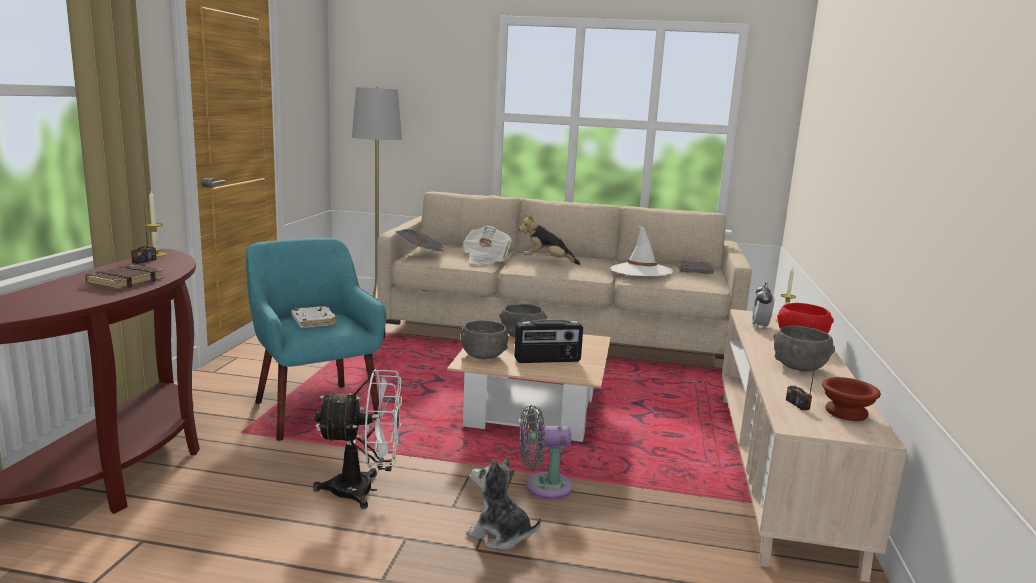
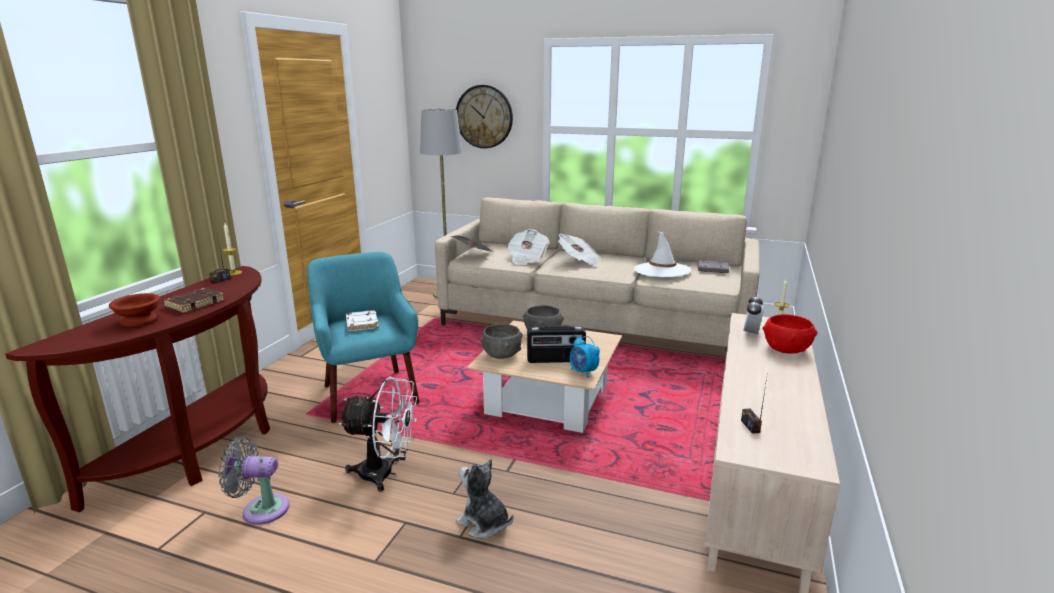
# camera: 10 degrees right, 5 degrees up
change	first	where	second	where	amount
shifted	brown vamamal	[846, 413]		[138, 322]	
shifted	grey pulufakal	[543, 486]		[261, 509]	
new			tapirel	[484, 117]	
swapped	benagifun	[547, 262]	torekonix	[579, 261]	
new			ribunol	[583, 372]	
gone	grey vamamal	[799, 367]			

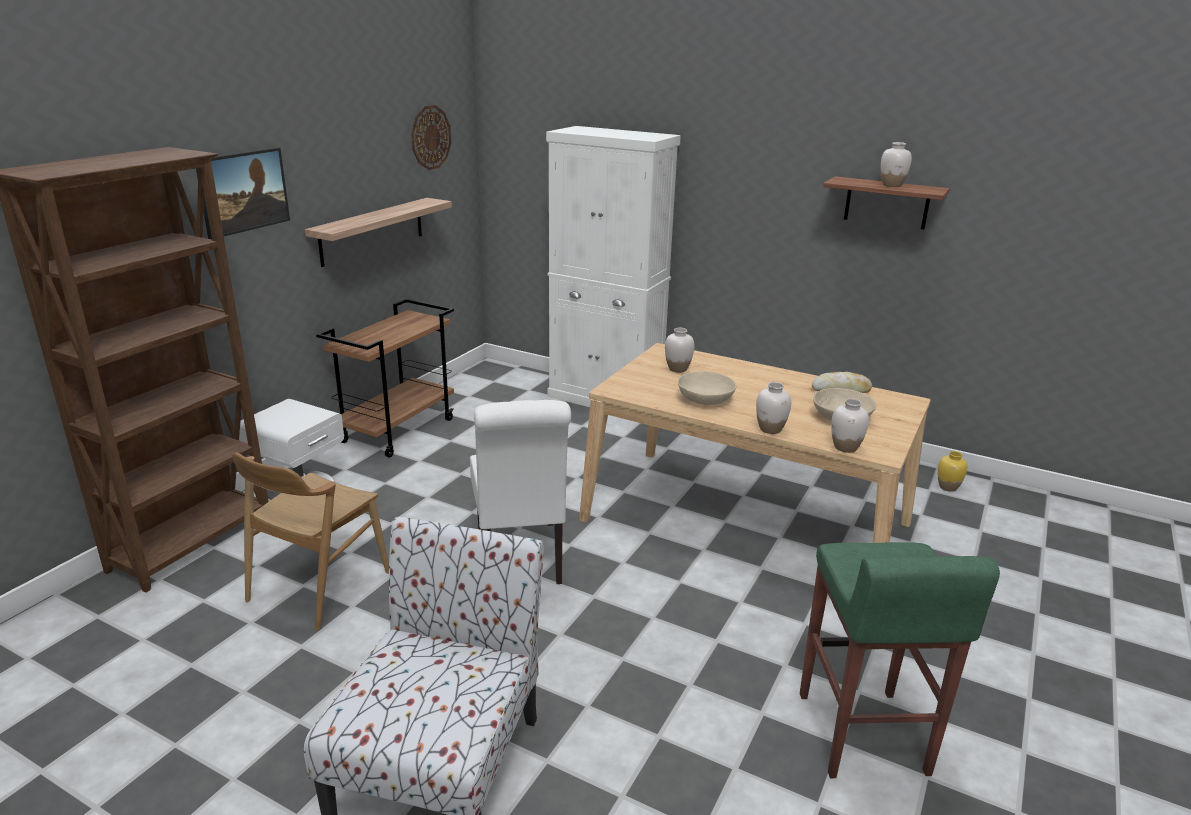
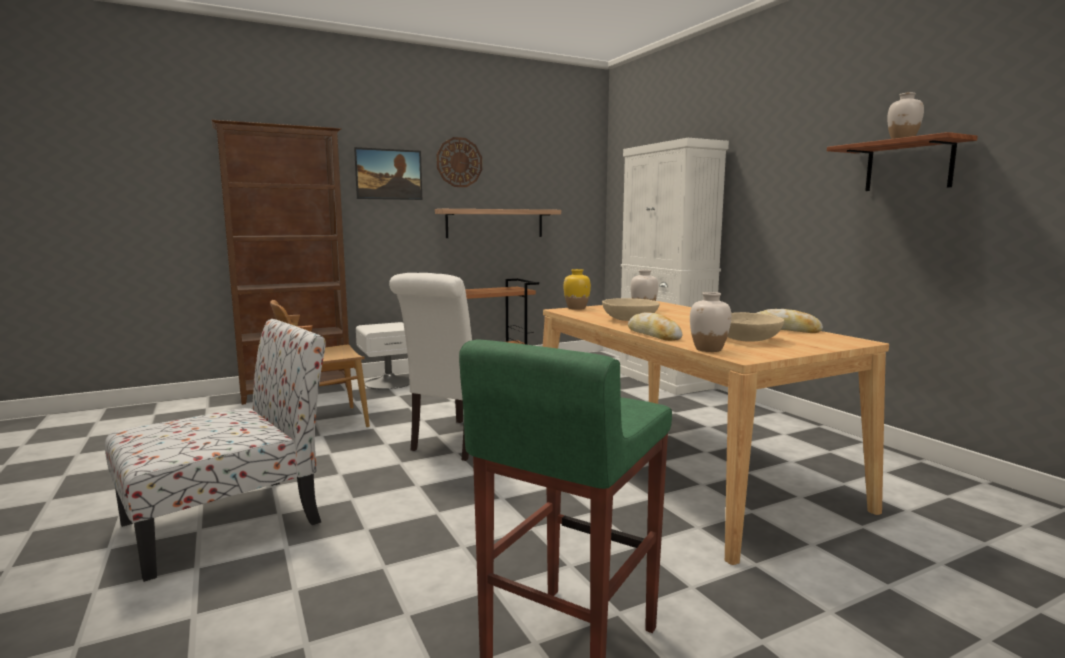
# camera: 35 degrees right, 15 degrees down
change	first	where	second	where	amount
shifted	tapirel	[430, 137]		[459, 162]	
shifted	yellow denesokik	[948, 487]		[576, 308]	
swapped	white denesokik	[770, 429]	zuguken	[654, 335]	

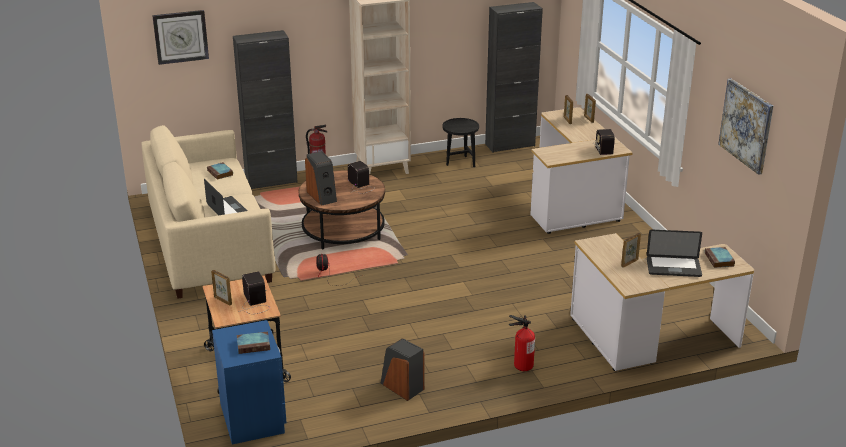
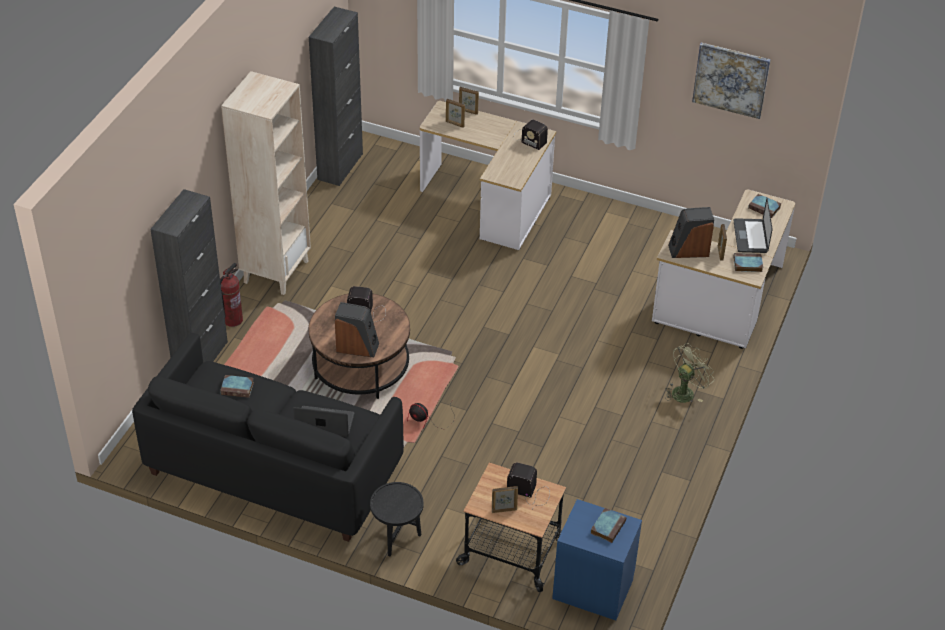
# camera: 50 degrees left, 15 degrees up
change	first	where	second	where	amount
repainted	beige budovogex	[209, 244]	black budovogex	[273, 468]	
shifted	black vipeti	[460, 163]		[397, 540]	
swapped	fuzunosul	[522, 366]	green pulufakal	[685, 391]	
shifted	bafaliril	[402, 387]		[688, 250]	
rotated	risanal	[673, 267]		[750, 236]	135 degrees clockwise
new			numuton	[747, 264]	
gone	tapirel	[180, 36]			

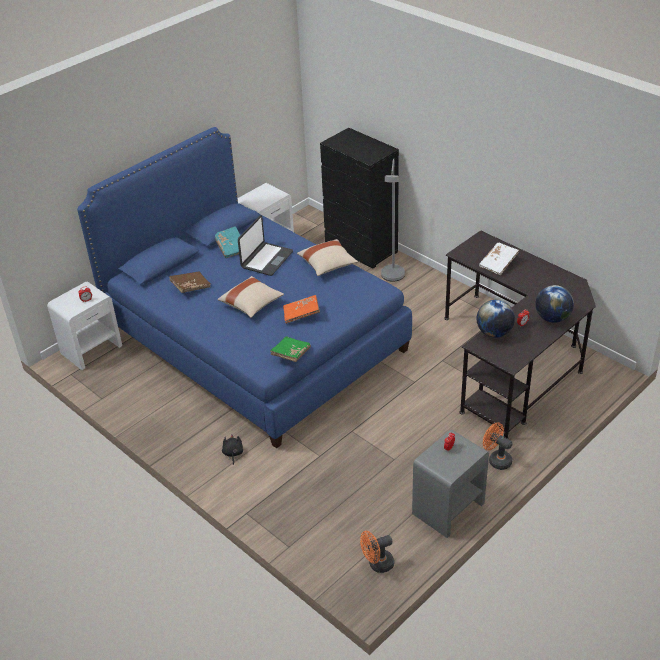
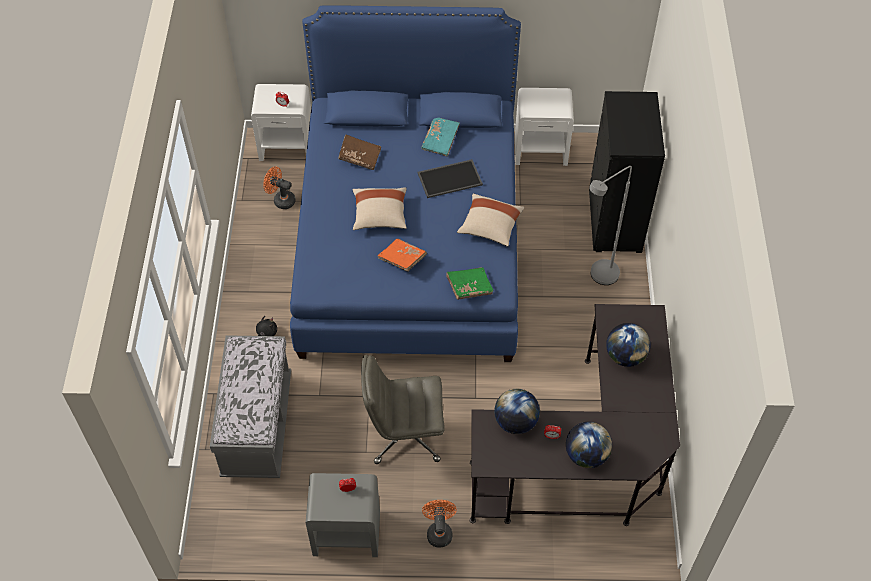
# camera: 45 degrees right, 15 degrees up
change	first	where	second	where	amount
new			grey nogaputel	[257, 426]	
shifted	orange pulufakal	[377, 564]		[281, 200]	
new			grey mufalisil	[405, 435]	
swapped	risanal	[266, 259]	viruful	[450, 178]	
shifted	green numuton	[290, 354]		[469, 287]	
swapped	white numuton	[498, 264]	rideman	[625, 356]	

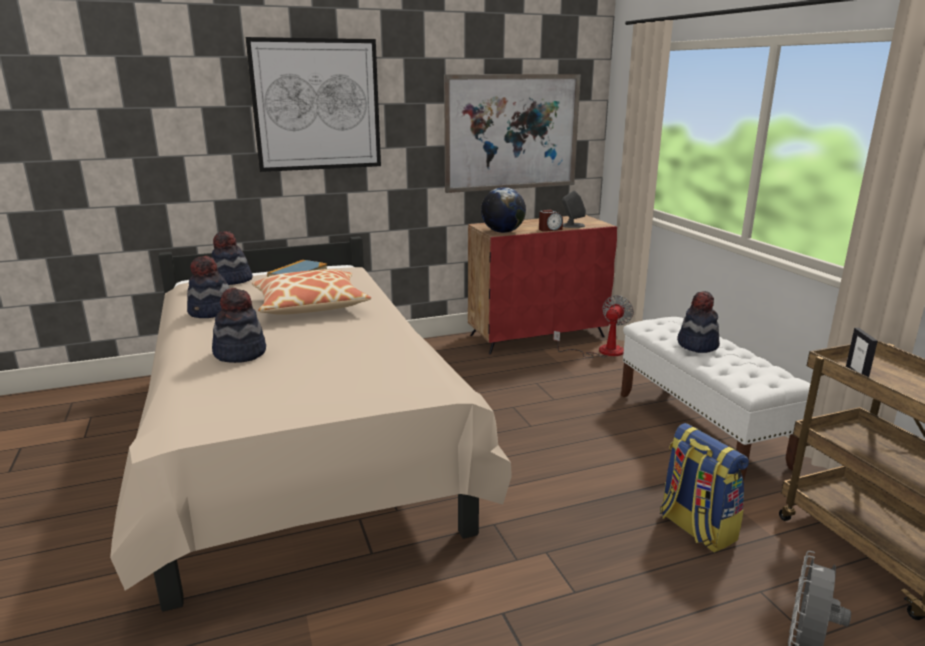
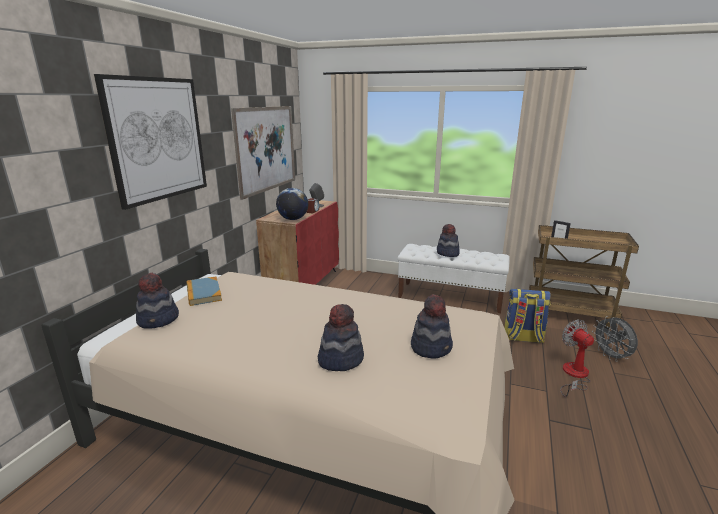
# camera: 50 degrees left, 0 degrees up
change	first	where	second	where	amount
shifted	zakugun	[212, 312]		[431, 347]	
shifted	pulufakal	[601, 351]		[574, 375]	
gone	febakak	[310, 305]			

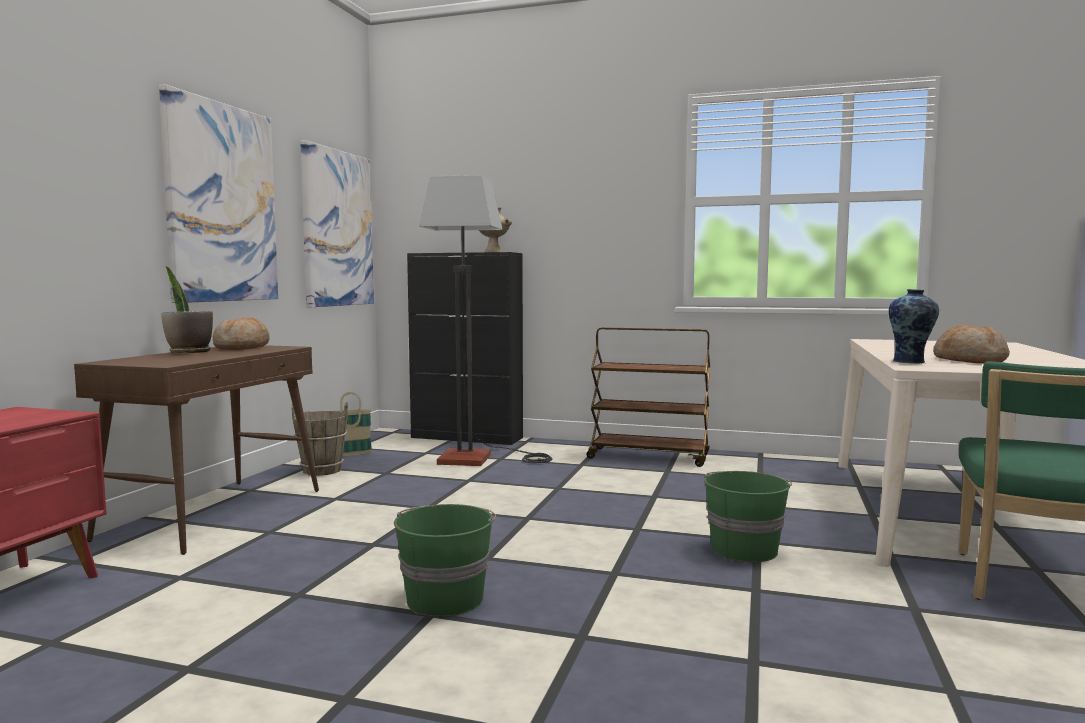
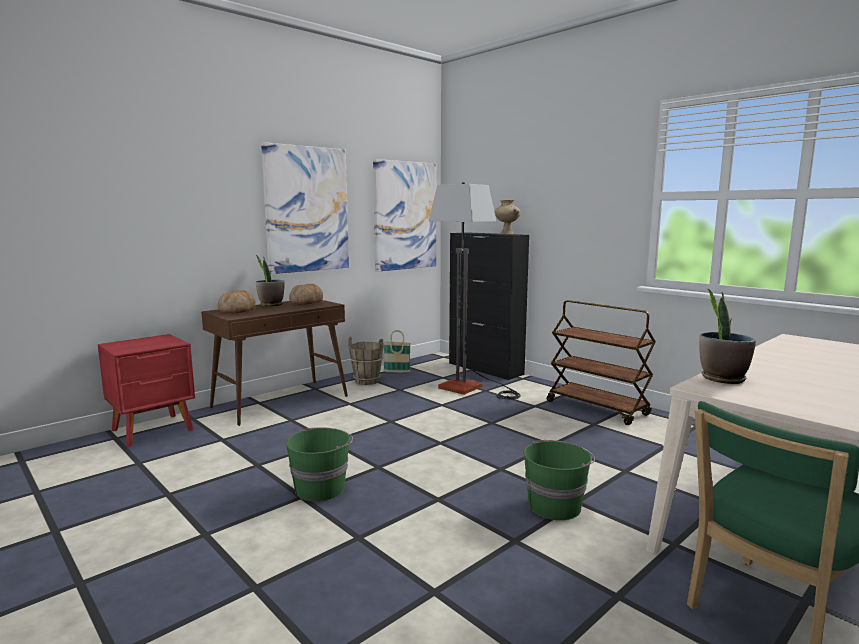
# camera: 30 degrees right, 5 degrees up
change	first	where	second	where	amount
shifted	zuguken	[969, 360]		[237, 310]	
swapped	denesokik	[910, 362]	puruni	[722, 379]	

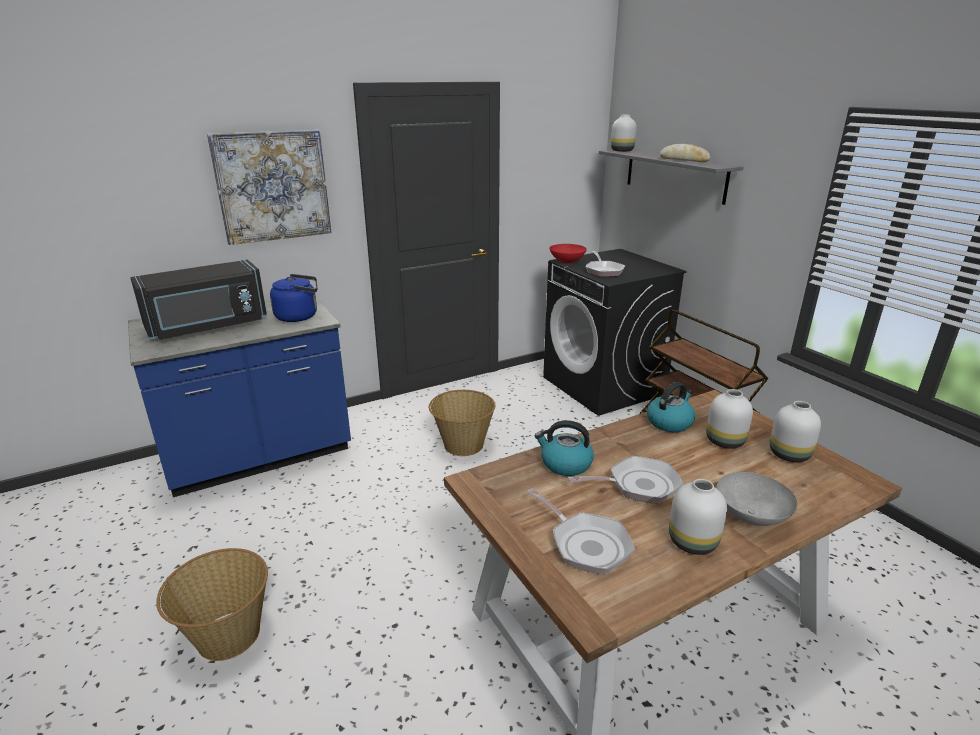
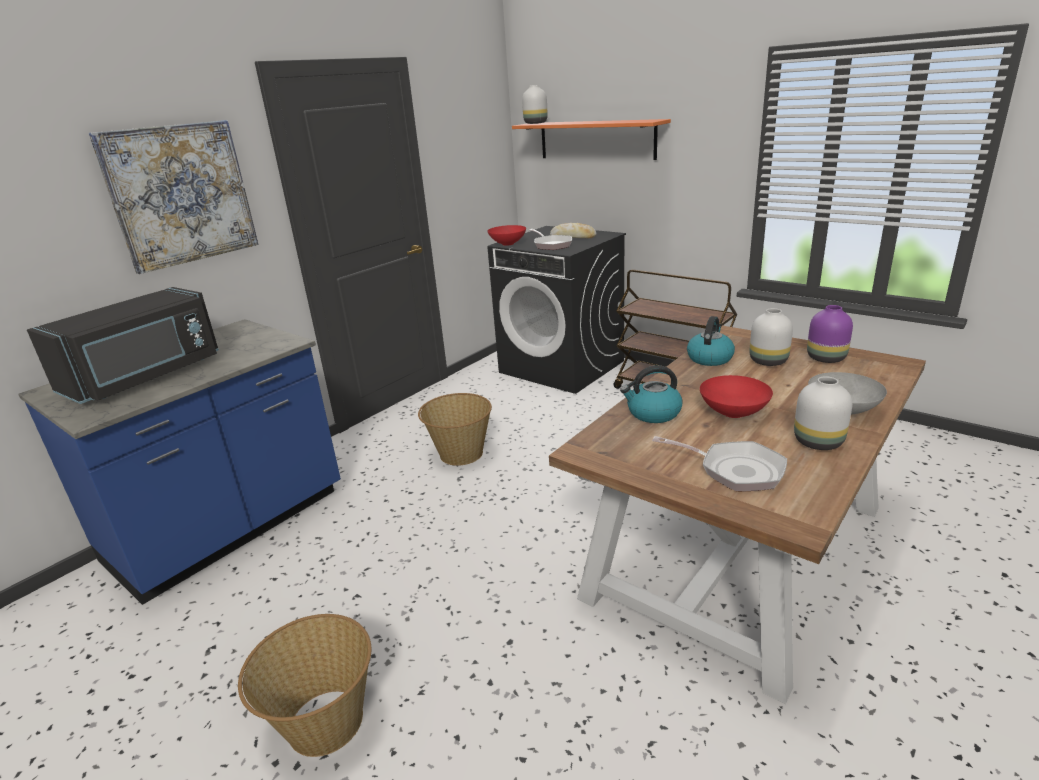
# camera: 20 degrees left, 0 degrees up
change	first	where	second	where	amount
repainted	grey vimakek	[674, 175]	orange vimakek	[596, 140]	
shifted	zuguken	[684, 160]		[573, 237]	
swapped	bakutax	[638, 485]	red vamamal	[732, 412]	
repainted	white denesokik	[789, 454]	purple denesokik	[825, 358]	
gone	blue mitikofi	[299, 316]			

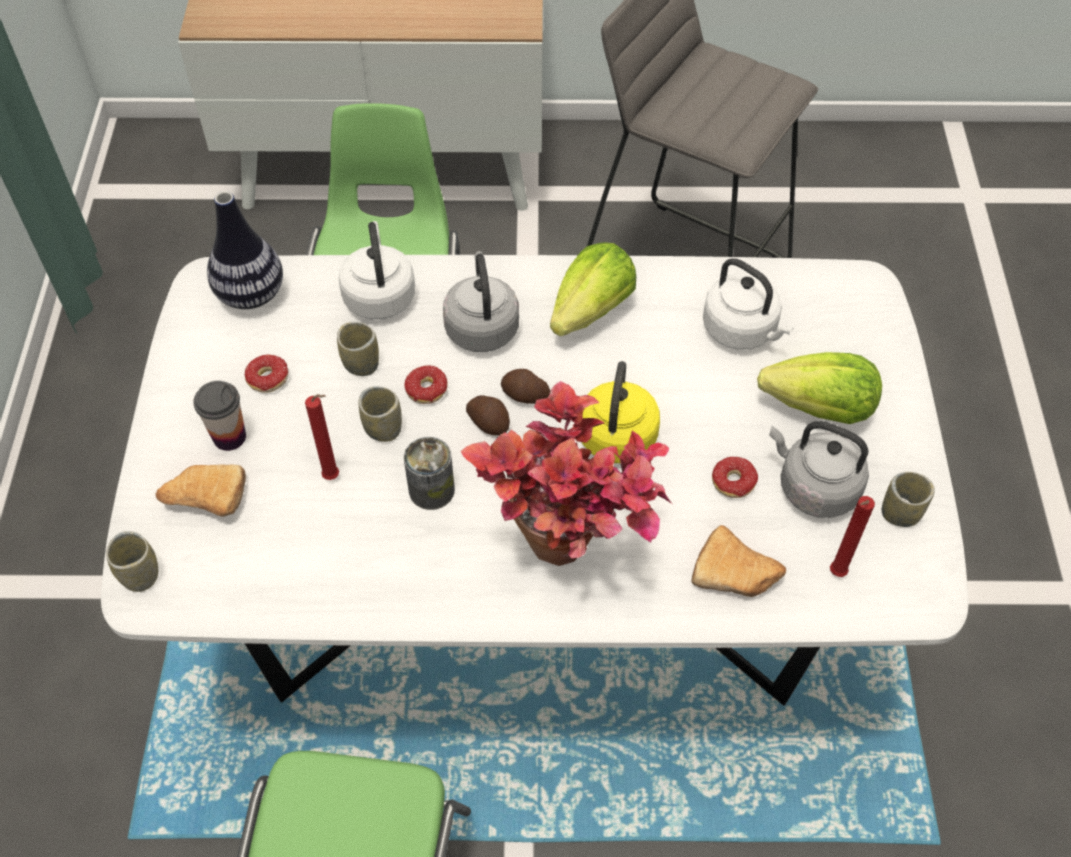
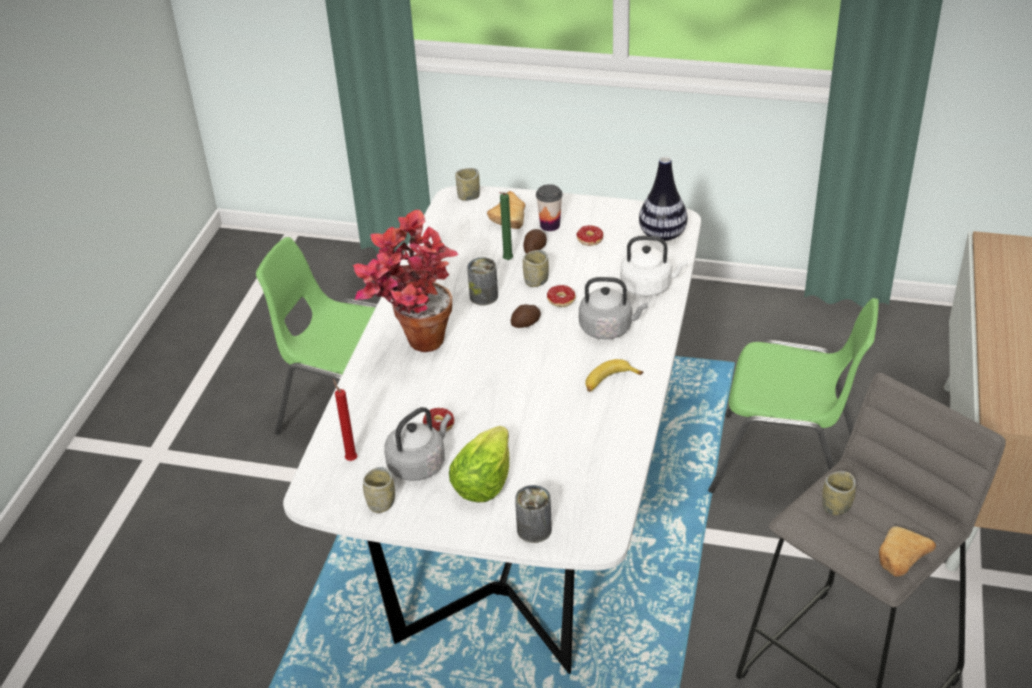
# camera: 105 degrees right, 15 degrees down
change	first	where	second	where	amount
repainted	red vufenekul	[334, 477]	green vufenekul	[507, 261]	
new			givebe	[534, 529]	
shifted	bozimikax	[524, 396]		[534, 249]	
swapped	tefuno	[592, 311]	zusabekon	[609, 381]	
shifted	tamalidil	[361, 364]		[836, 506]	
shifted	zuguken	[737, 576]		[899, 562]	
gone	yellow mitikofi	[616, 442]			
gone	white mitikofi	[742, 331]			

